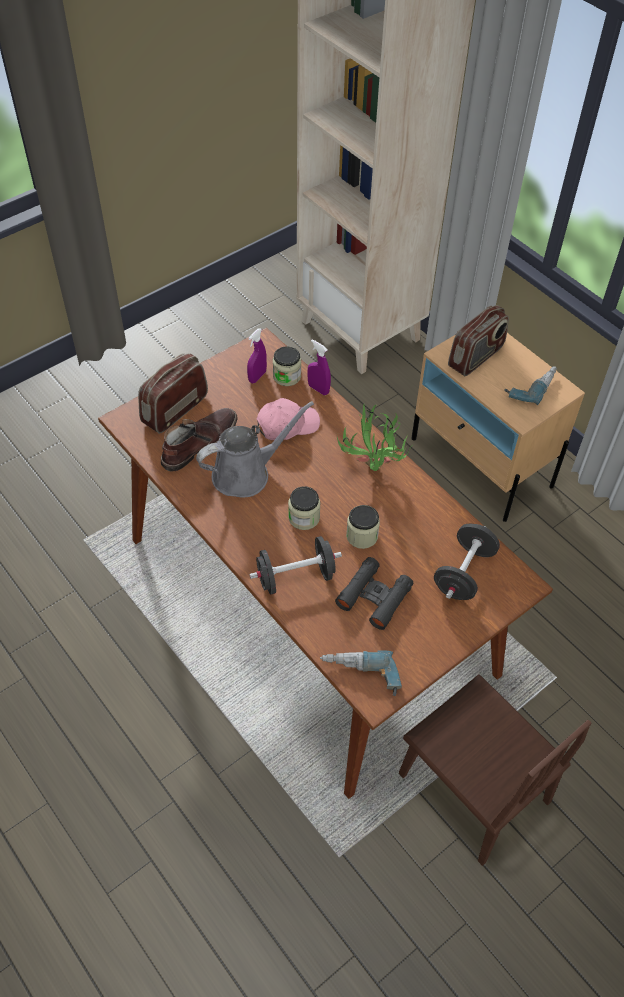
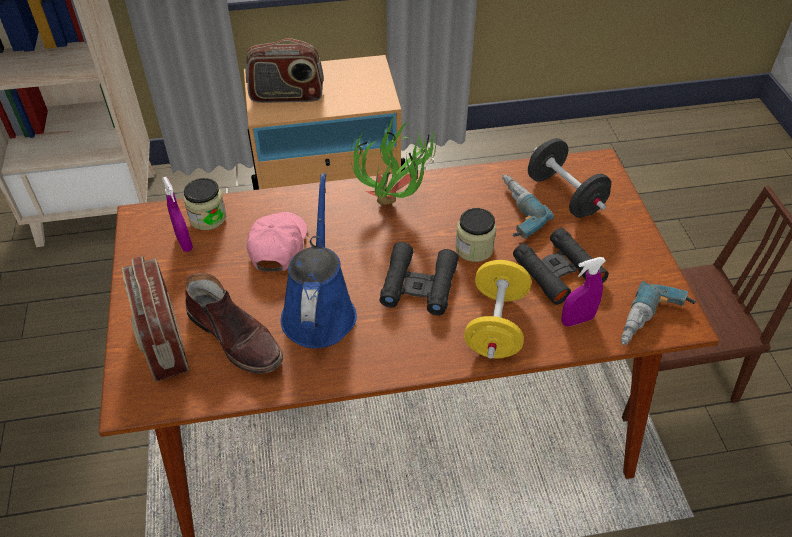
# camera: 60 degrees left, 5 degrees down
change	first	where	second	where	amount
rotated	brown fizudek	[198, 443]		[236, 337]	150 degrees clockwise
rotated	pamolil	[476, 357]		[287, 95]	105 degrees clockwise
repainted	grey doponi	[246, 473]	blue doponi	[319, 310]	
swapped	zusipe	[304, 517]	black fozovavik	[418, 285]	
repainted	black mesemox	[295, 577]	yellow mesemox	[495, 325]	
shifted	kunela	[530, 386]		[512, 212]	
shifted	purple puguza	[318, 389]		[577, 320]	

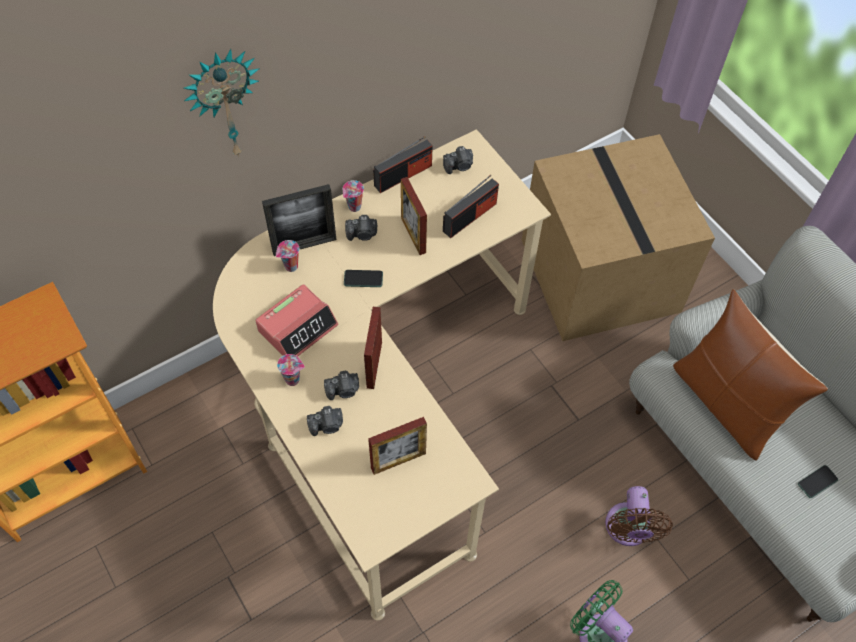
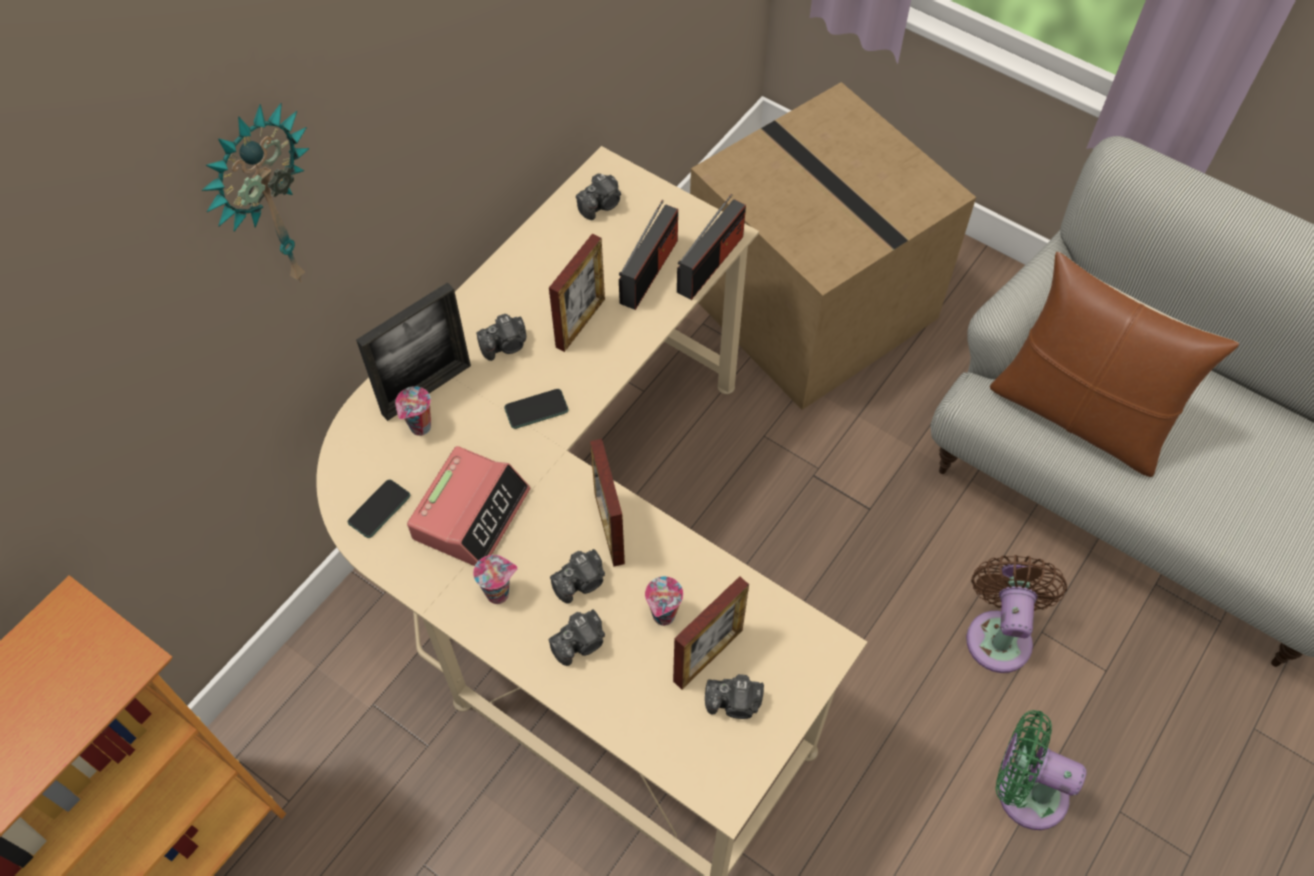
# camera: 20 degrees left, 0 degrees up
change	first	where	second	where	amount
shifted	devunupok	[817, 482]		[379, 509]	
rotated	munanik	[413, 235]		[580, 323]	105 degrees counterclockwise
shifted	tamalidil	[354, 207]		[664, 617]	
shifted	pamolil	[403, 175]		[710, 264]	
new			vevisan	[734, 703]	
rotated	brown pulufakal	[628, 530]		[999, 634]	150 degrees counterclockwise

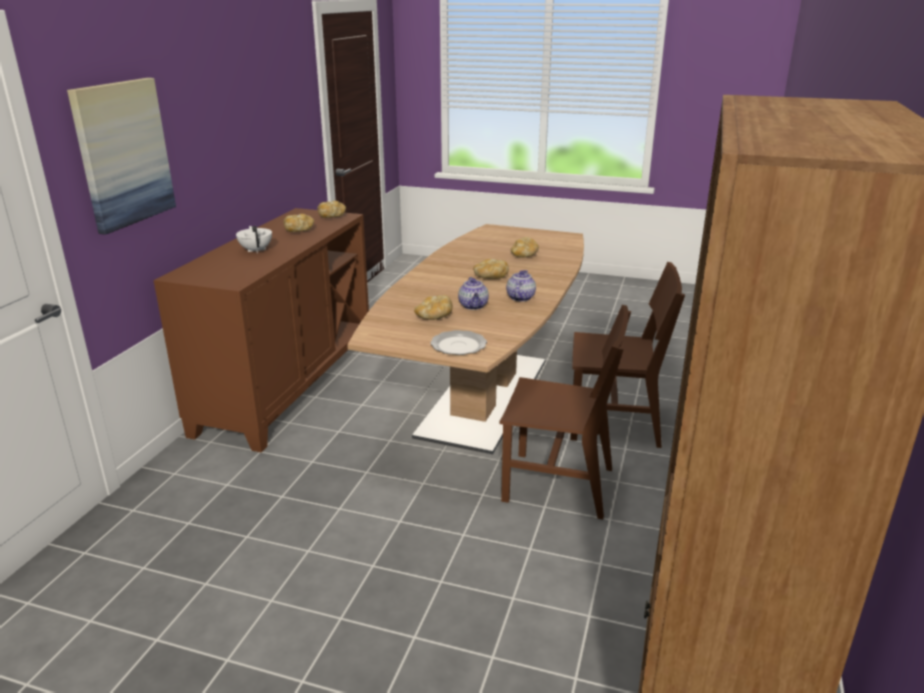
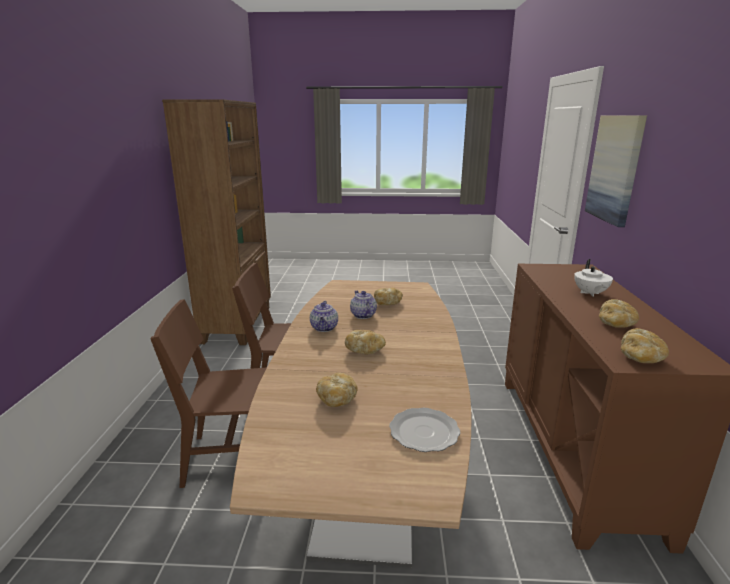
# camera: 165 degrees right, 5 degrees down
change	first	where	second	where	amount
shifted	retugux	[457, 345]		[424, 431]	
rotated	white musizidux	[256, 250]		[590, 293]	45 degrees clockwise

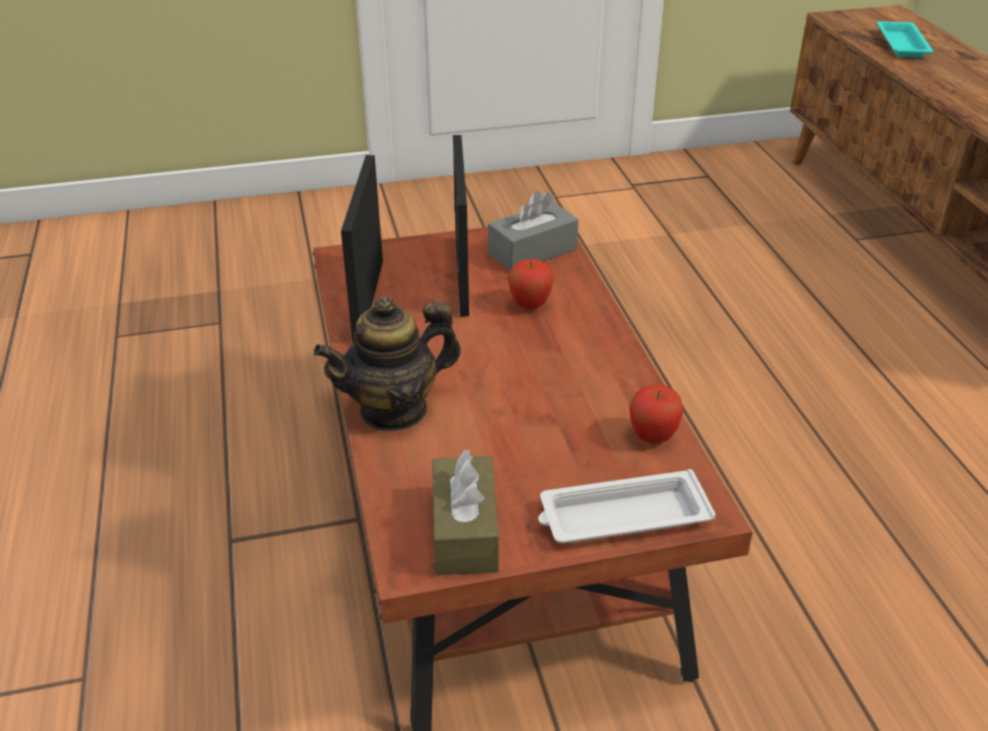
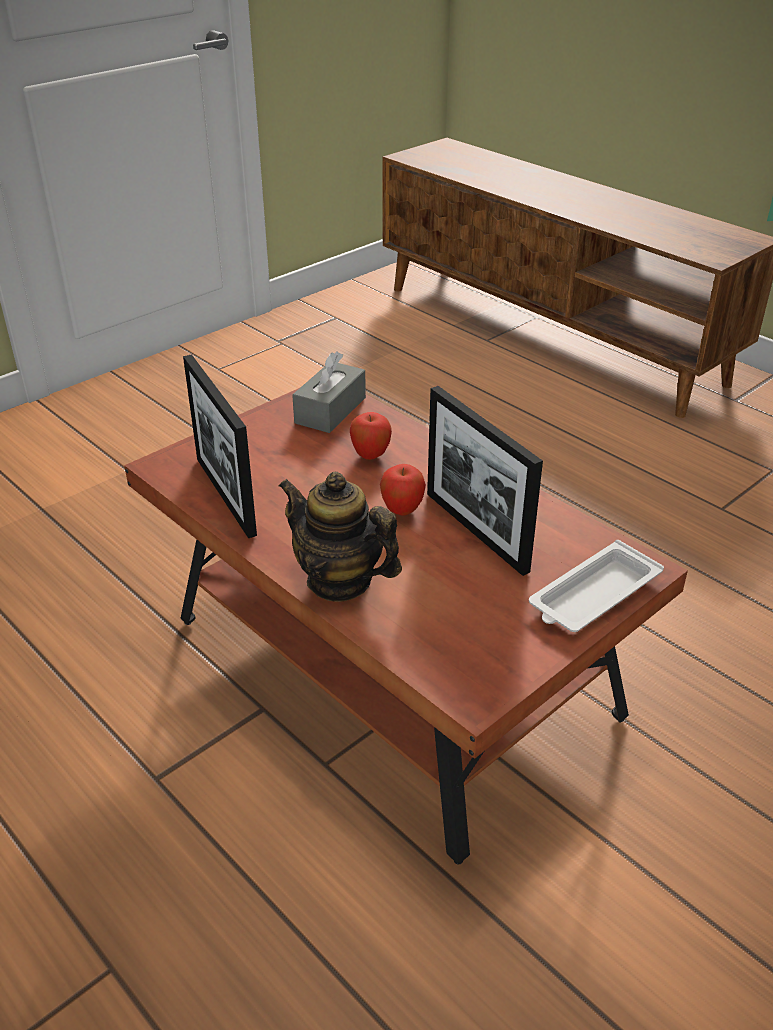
# camera: 30 degrees left, 0 degrees up
change	first	where	second	where	amount
rotated	musizidux	[394, 410]		[339, 580]	90 degrees clockwise
shifted	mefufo	[653, 437]		[402, 511]	
shifted	munanik	[462, 275]		[476, 531]	
gone	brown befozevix	[465, 531]			
gone	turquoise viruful	[901, 44]			

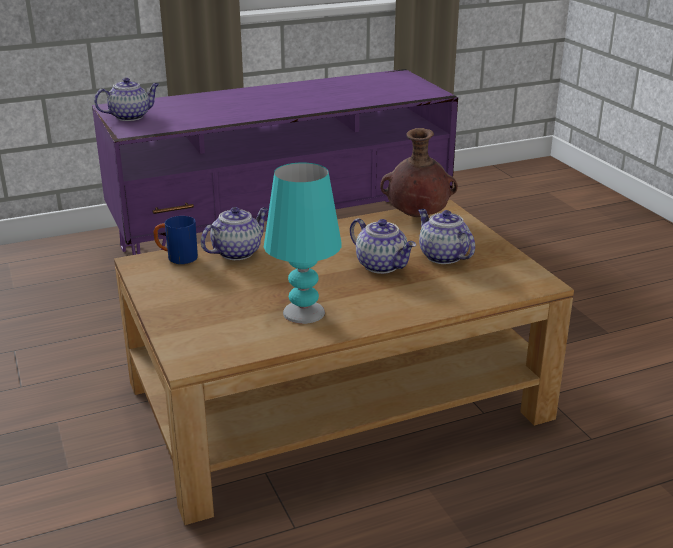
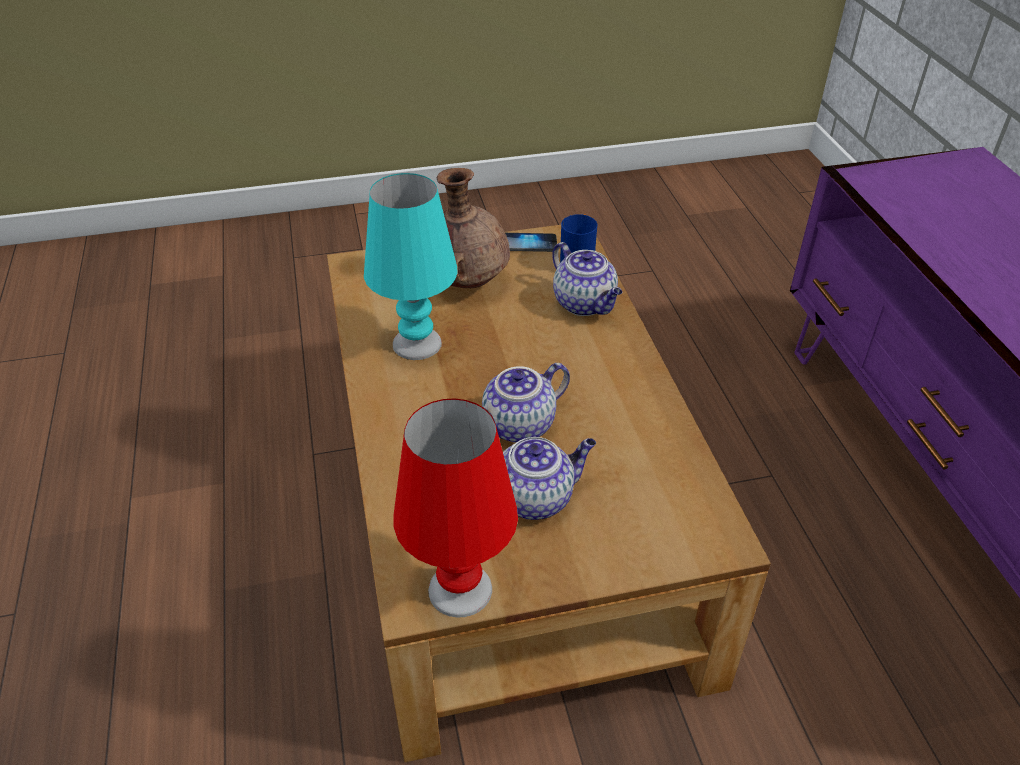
# camera: 100 degrees right, 15 degrees up
change	first	where	second	where	amount
new			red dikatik	[460, 590]	
shifted	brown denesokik	[416, 217]		[468, 283]	
new			devunupok	[528, 244]	
gone	musizidux	[130, 116]			

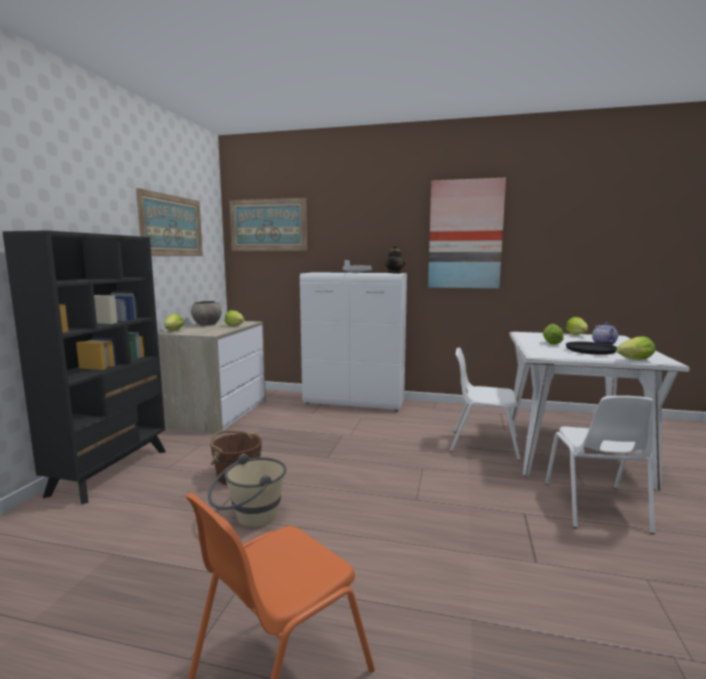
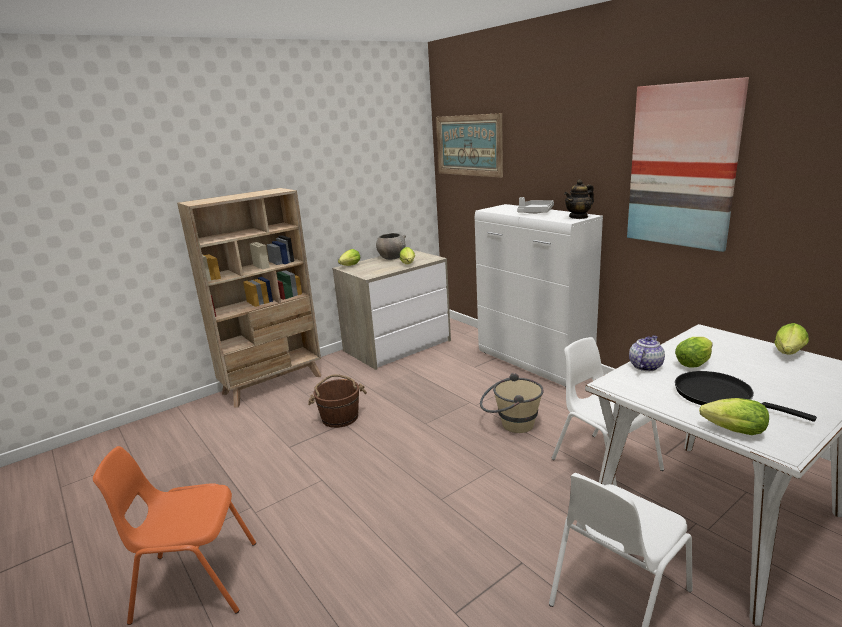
# camera: 40 degrees right, 10 degrees up
change	first	where	second	where	amount
repainted	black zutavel	[111, 471]	beige zutavel	[273, 384]	
shifted	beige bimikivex	[249, 519]		[510, 425]	
shifted	musizidux	[603, 344]		[645, 366]	
gone	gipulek	[172, 226]			

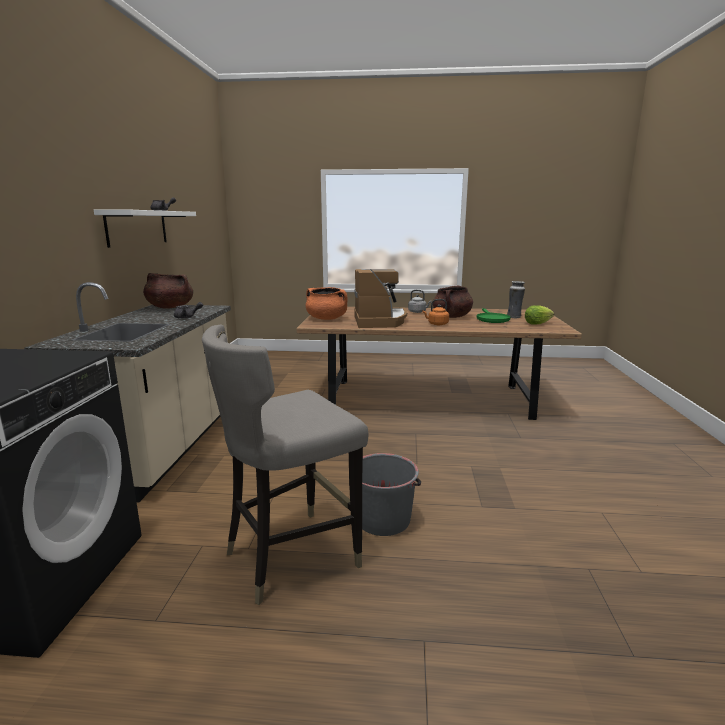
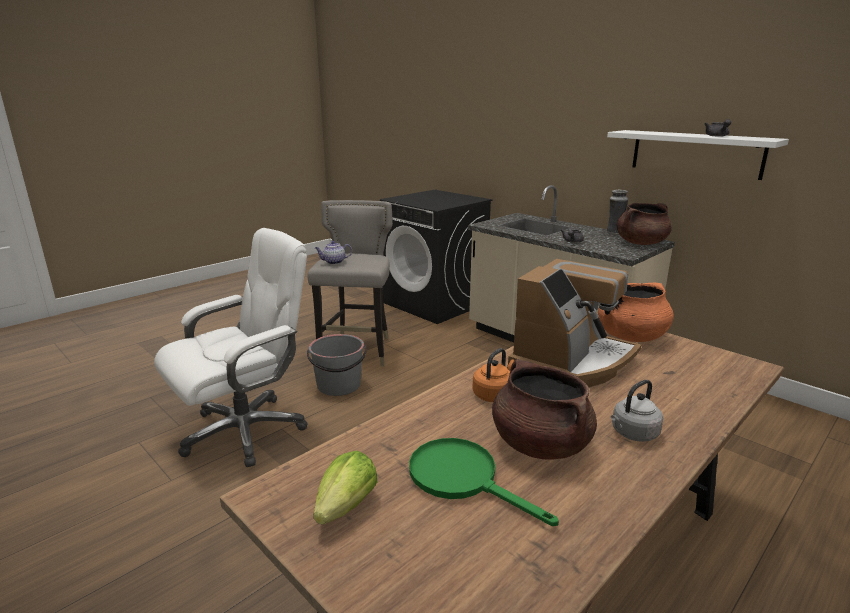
# camera: 130 degrees right, 5 degrees up
change	first	where	second	where	amount
new			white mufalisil	[245, 430]	
new			musizidux	[333, 262]	
rotated	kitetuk	[380, 321]		[571, 363]	90 degrees counterclockwise
shifted	denesokik	[514, 317]		[614, 233]	

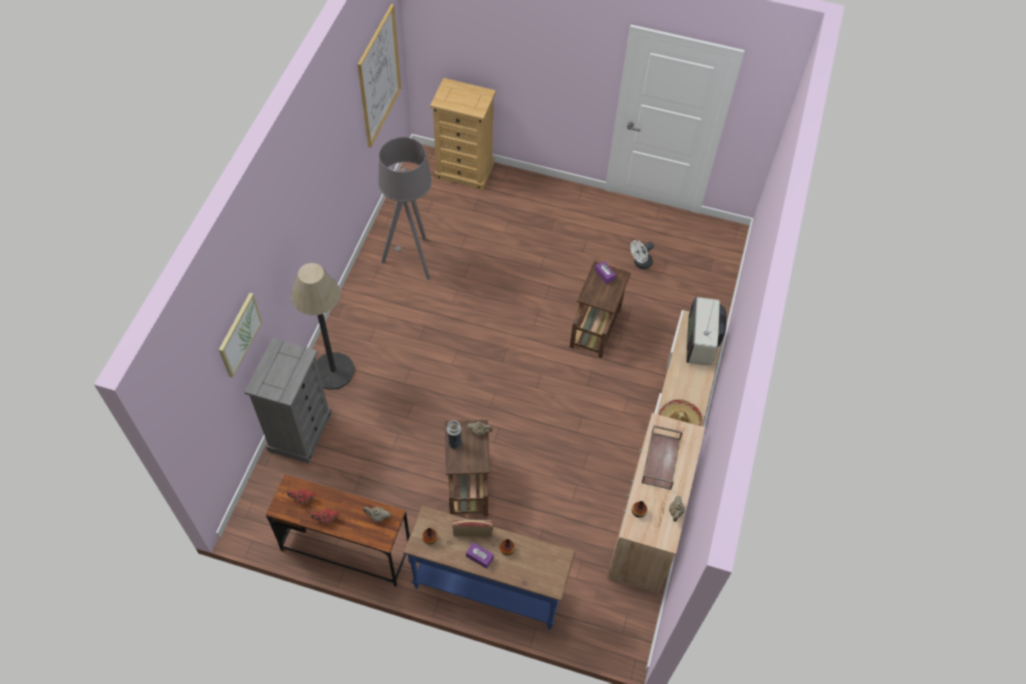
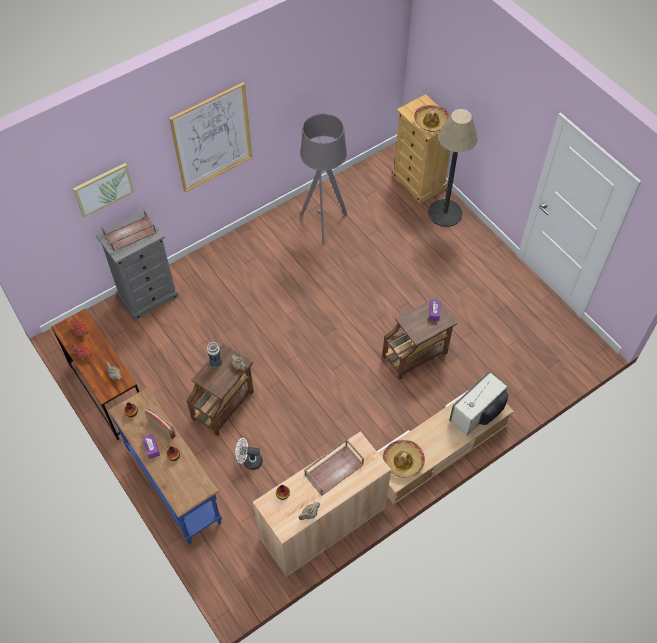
# camera: 40 degrees right, 0 degrees up
change	first	where	second	where	amount
new			brown viruful	[129, 234]	
shifted	gipulek	[379, 76]		[212, 138]	
shifted	white pulufakal	[640, 263]		[249, 461]	
new			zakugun	[431, 122]	
shifted	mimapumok	[333, 371]		[445, 213]	

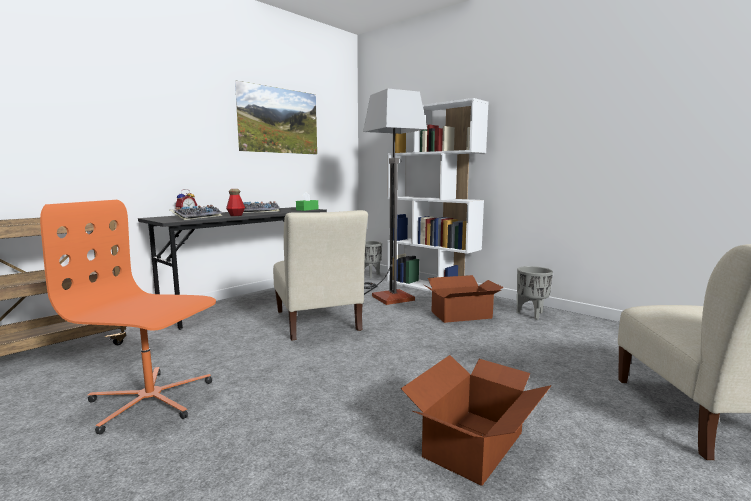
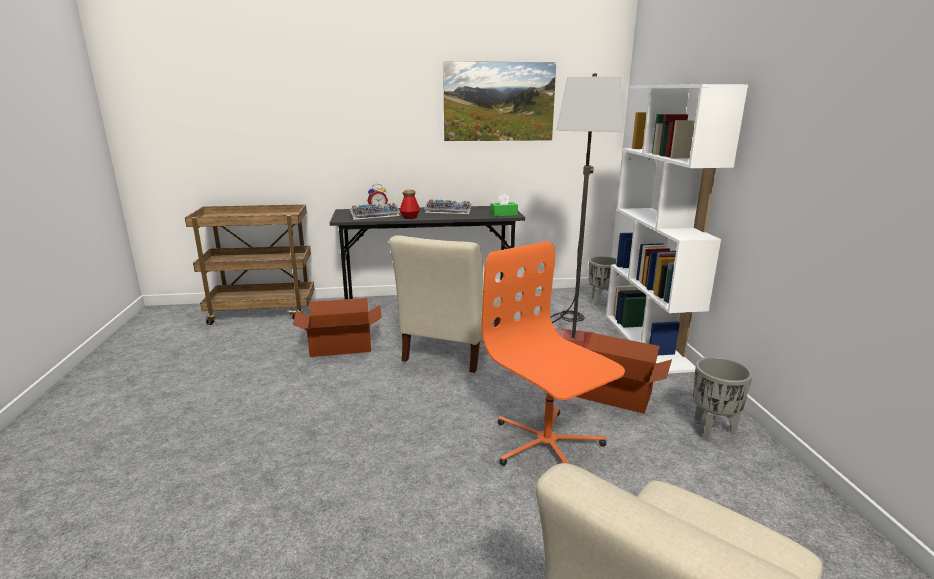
# camera: 40 degrees right, 10 degrees up
change	first	where	second	where	amount
shifted	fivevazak	[475, 444]		[341, 346]	
shifted	orange mufalisil	[150, 401]		[546, 445]	

